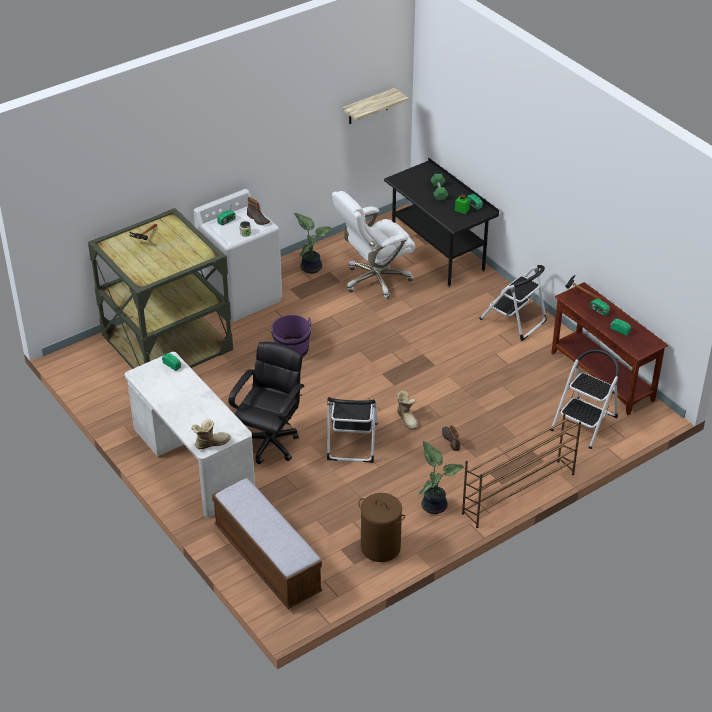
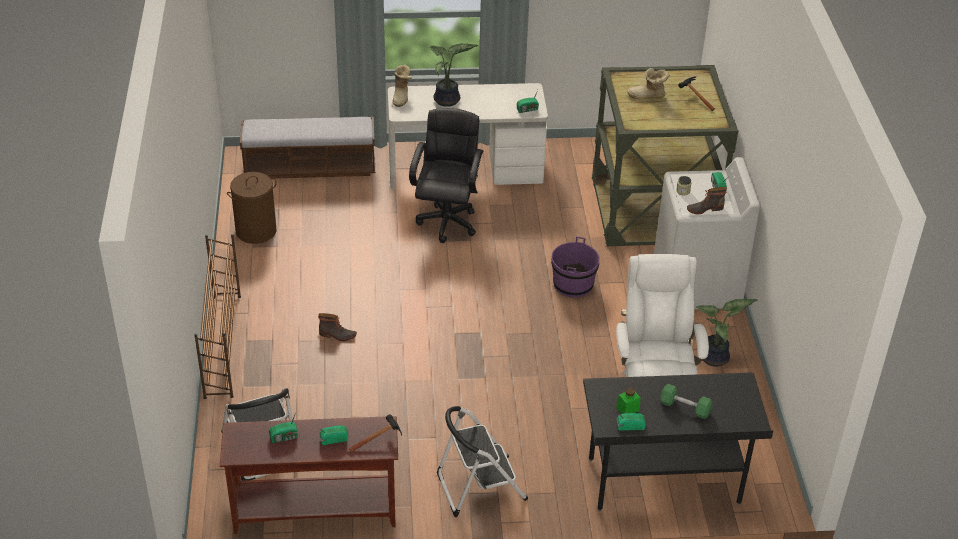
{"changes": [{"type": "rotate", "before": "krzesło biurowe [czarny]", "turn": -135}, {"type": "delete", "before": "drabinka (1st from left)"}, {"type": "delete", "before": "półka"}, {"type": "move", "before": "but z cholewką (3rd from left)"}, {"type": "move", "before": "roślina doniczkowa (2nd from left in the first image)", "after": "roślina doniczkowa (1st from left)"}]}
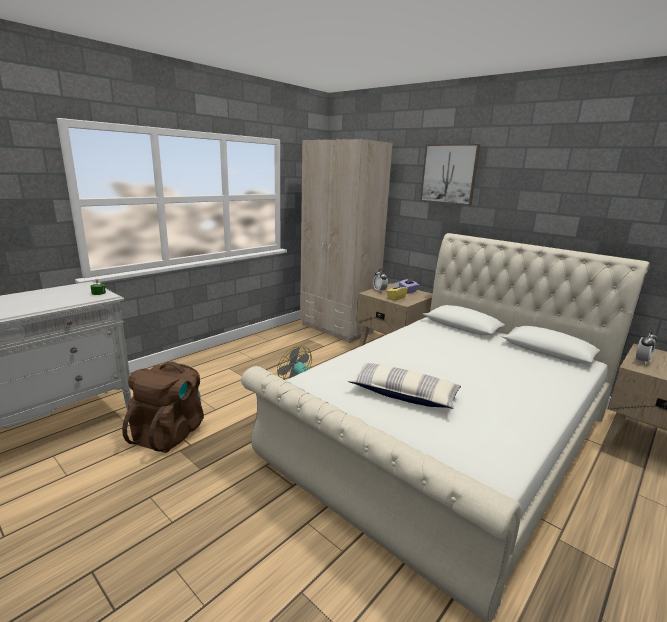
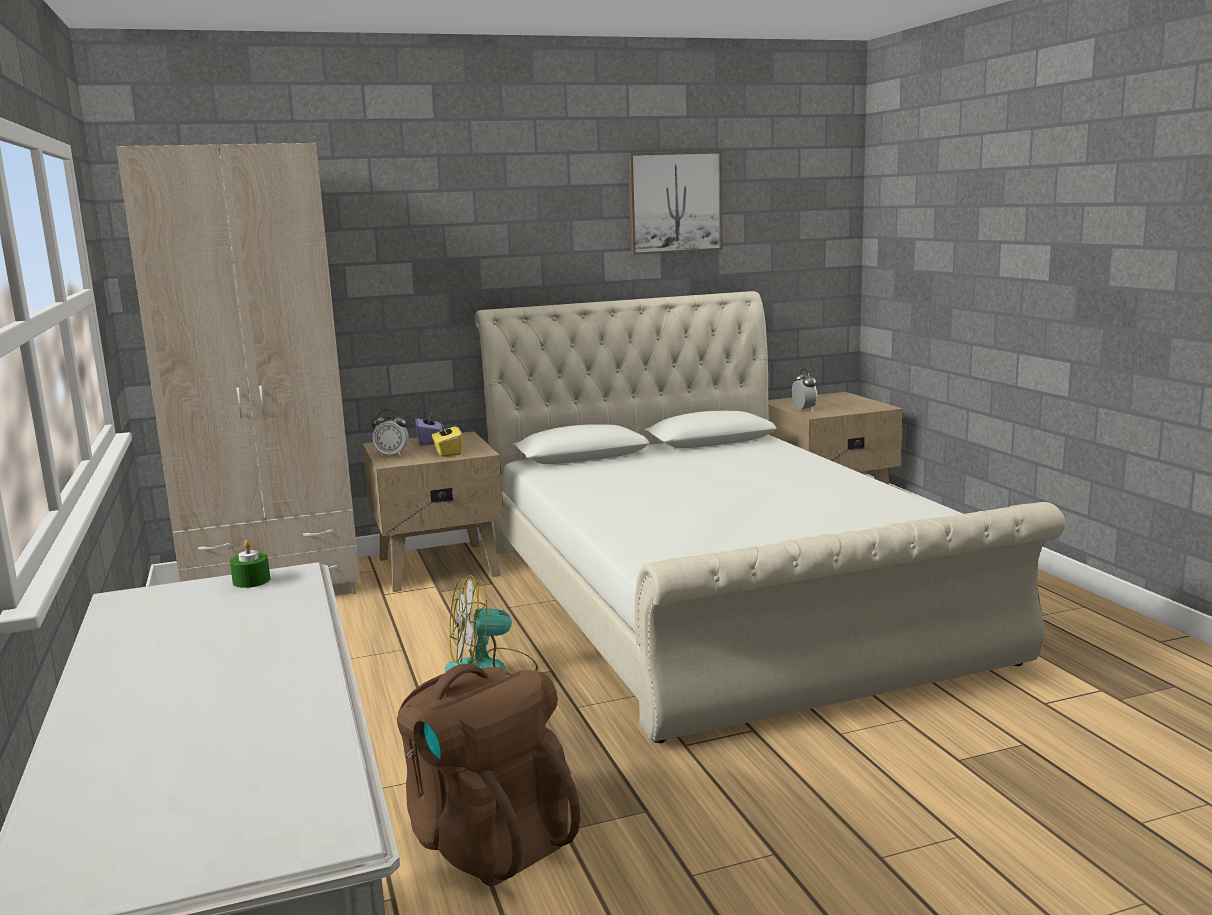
{"changes": [{"type": "delete", "before": "poduszka"}, {"type": "move", "before": "obraz"}]}
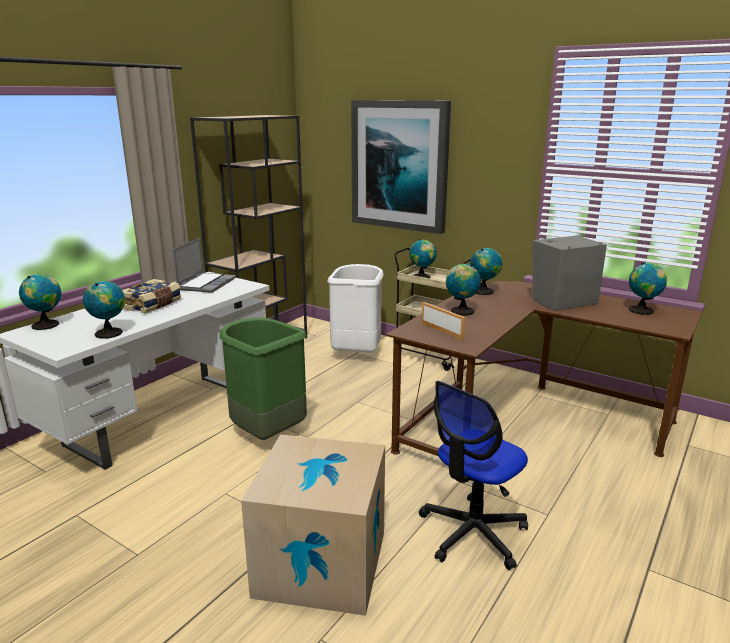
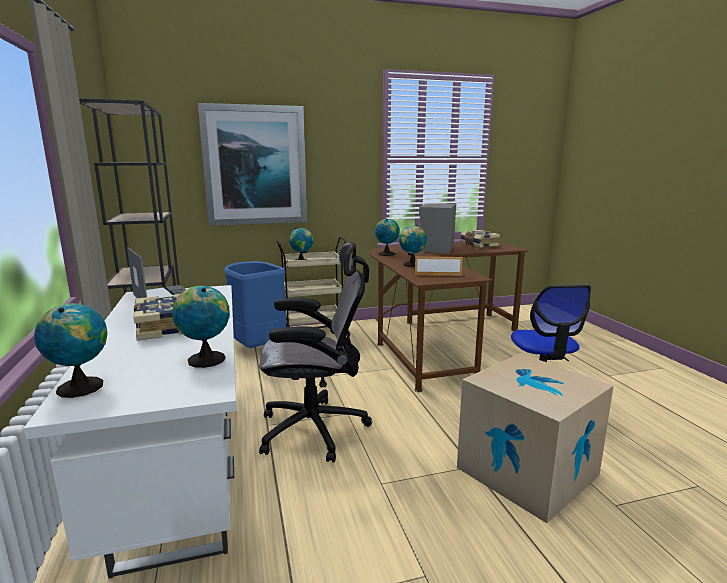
{"changes": [{"type": "replace", "before": "kosz na śmieci [zielony]", "after": "krzesło biurowe (1st from left)"}, {"type": "recolor", "before": "kosz na śmieci [biały]", "after": "kosz na śmieci [niebieski]"}, {"type": "replace", "before": "globus (6th from left)", "after": "książka (2nd from left)"}]}
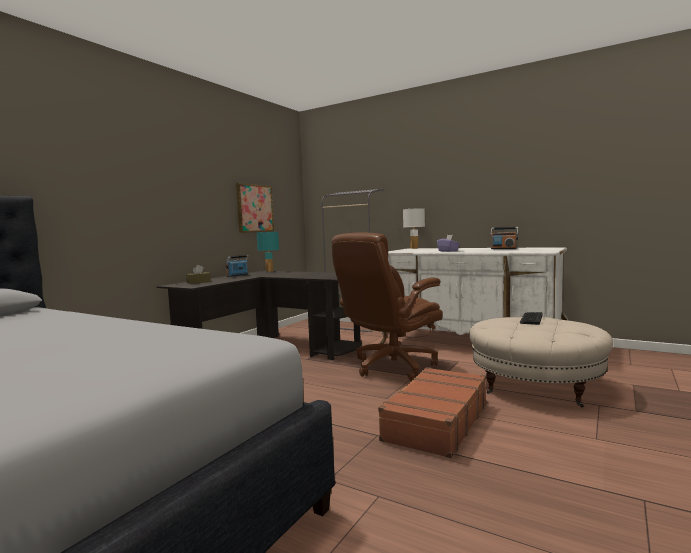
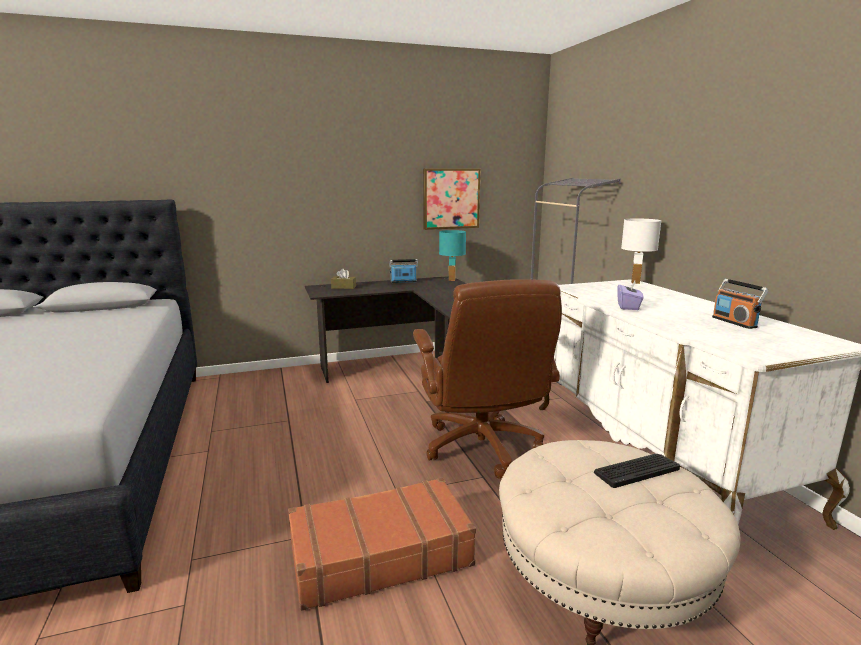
{"changes": [{"type": "rotate", "before": "krzesło biurowe [brązowy]", "turn": -105}]}
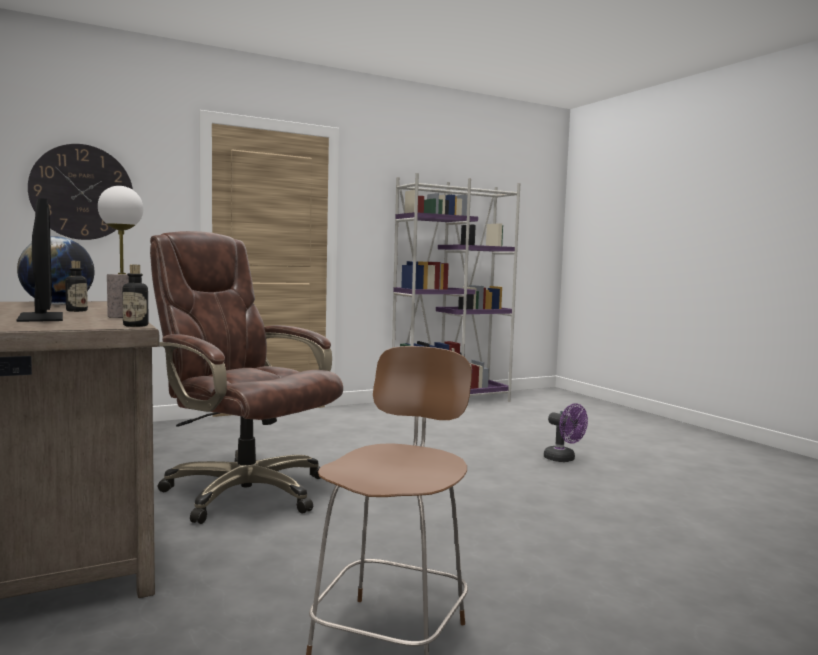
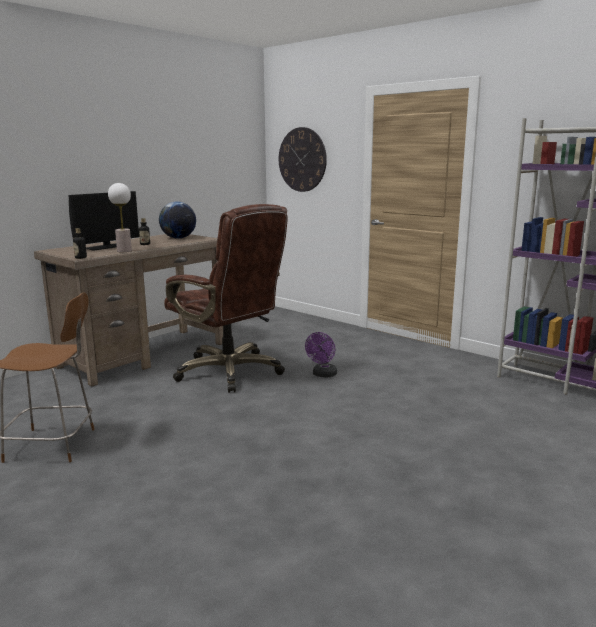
{"changes": [{"type": "rotate", "before": "krzesło biurowe [brązowy]", "turn": 120}, {"type": "move", "before": "wentylator [fioletowy]"}]}
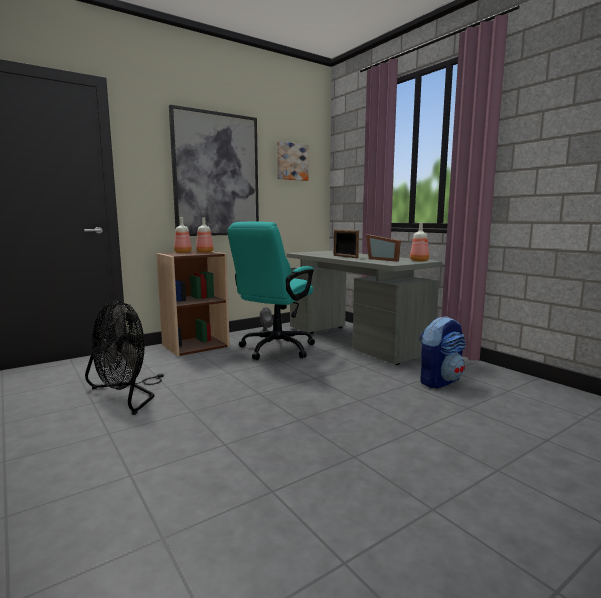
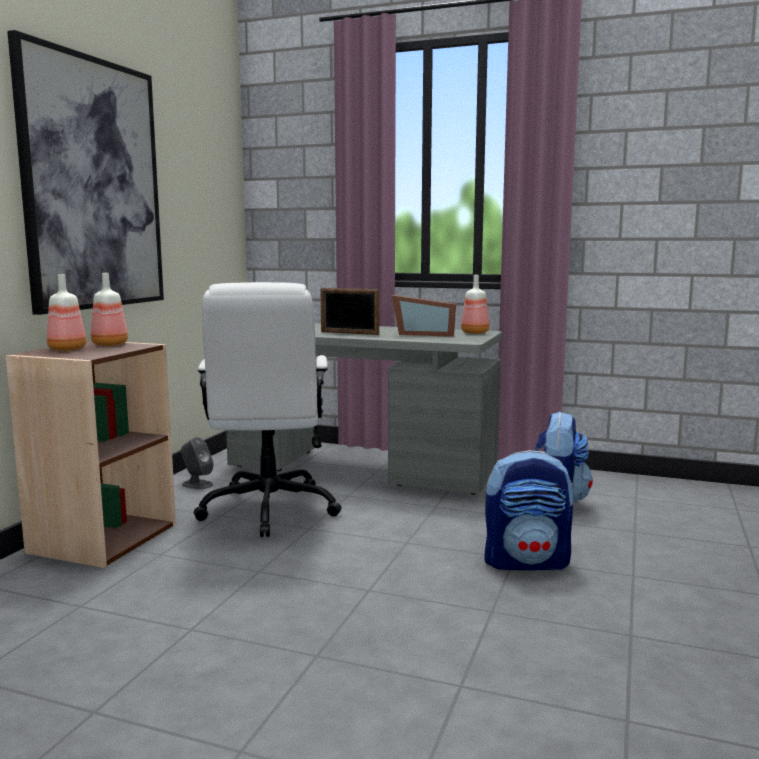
{"changes": [{"type": "delete", "before": "wentylator [czarny]"}, {"type": "recolor", "before": "krzesło biurowe [turkusowy]", "after": "krzesło biurowe [biały]"}, {"type": "delete", "before": "obraz (2nd from left)"}, {"type": "insert", "after": "plecak (1st from left)"}]}
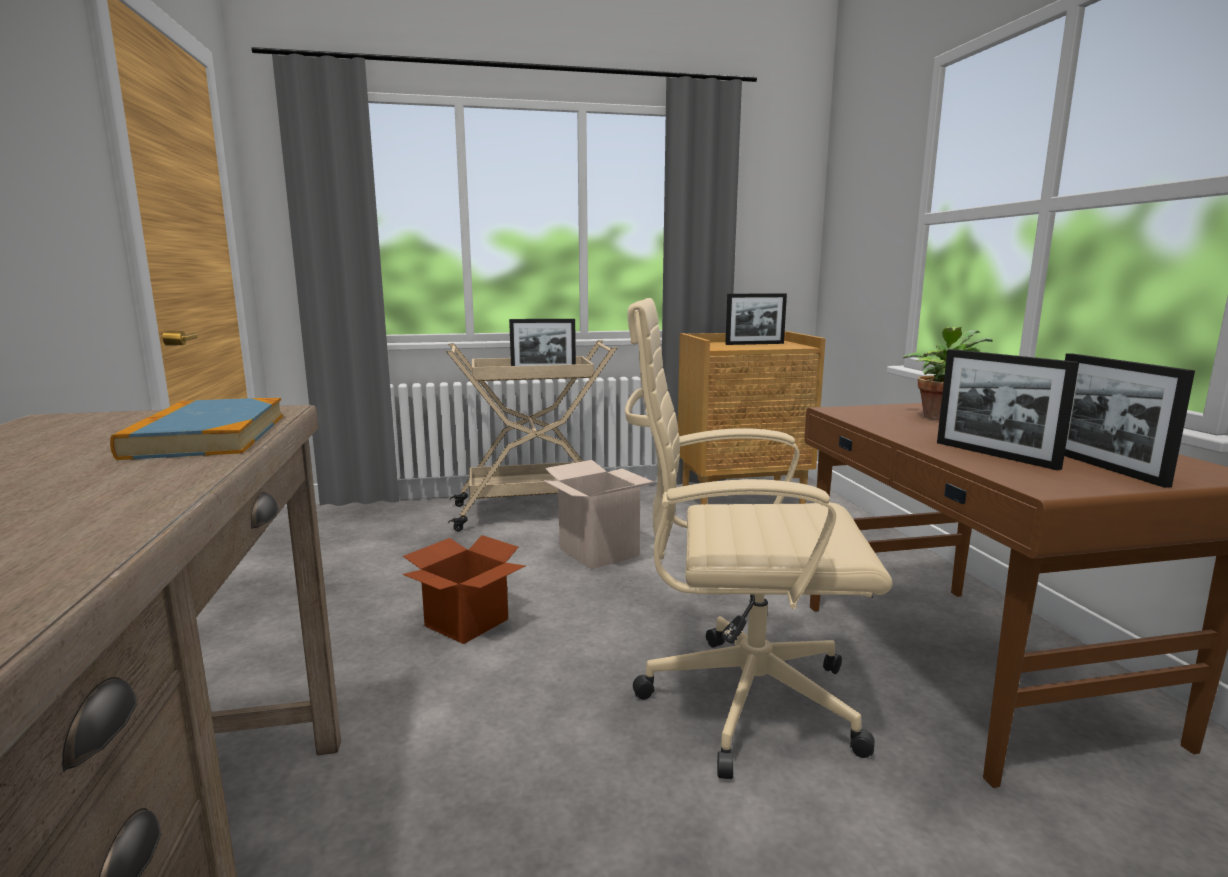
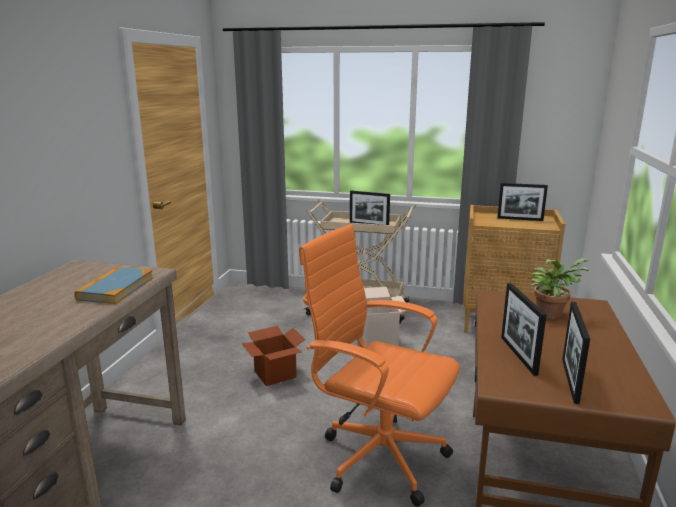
{"changes": [{"type": "recolor", "before": "krzesło biurowe [beżowy]", "after": "krzesło biurowe [pomarańczowy]"}]}
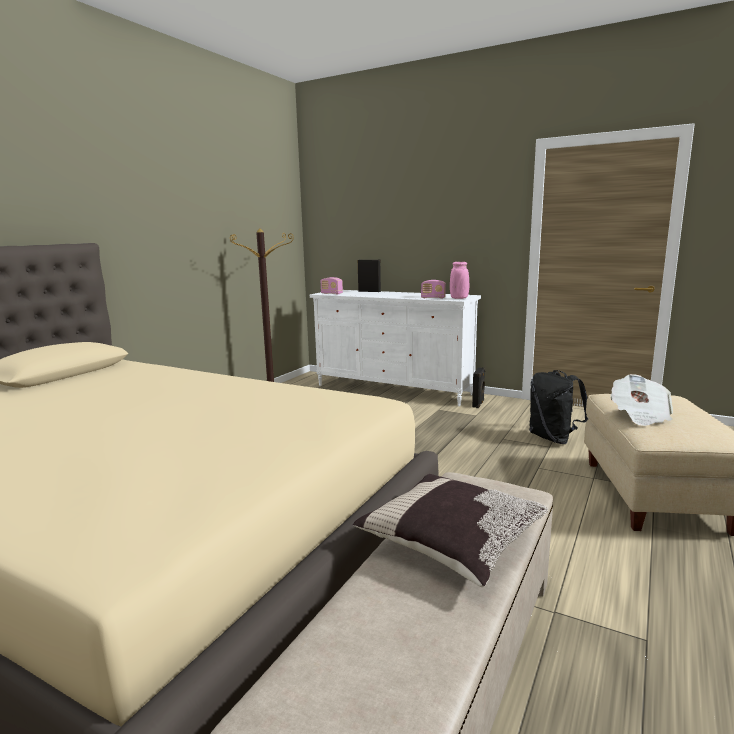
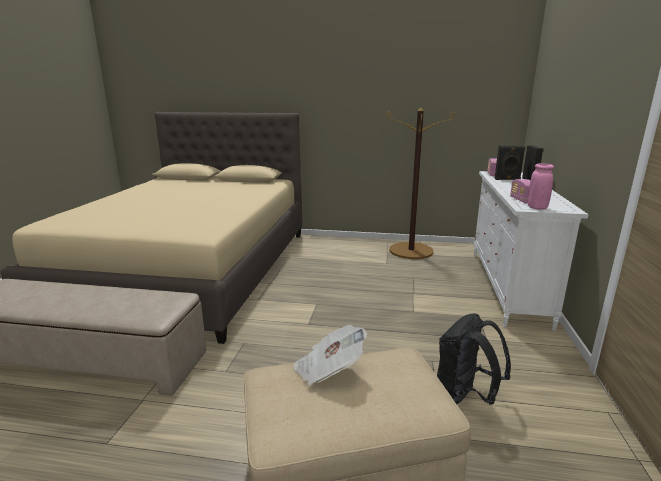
{"changes": [{"type": "delete", "before": "poduszka"}, {"type": "move", "before": "głośnik [czarny] (2nd from left in the first image)", "after": "głośnik [czarny] (1st from left)"}]}
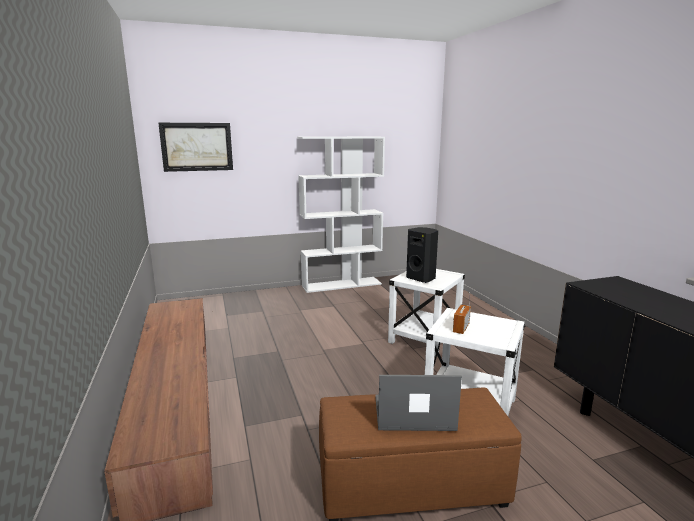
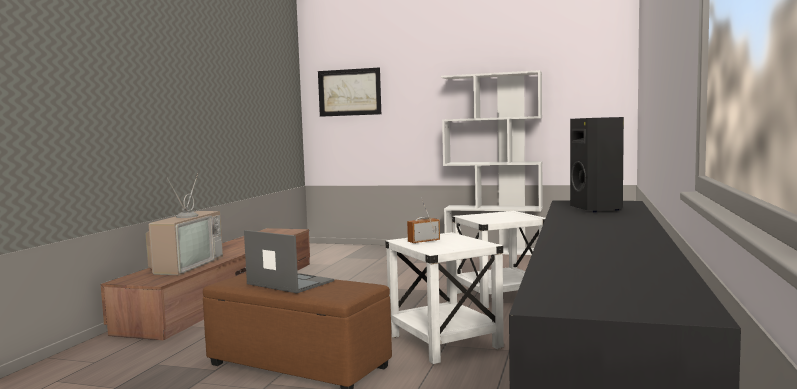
{"changes": [{"type": "move", "before": "głośnik [czarny]"}, {"type": "insert", "after": "telewizor"}]}
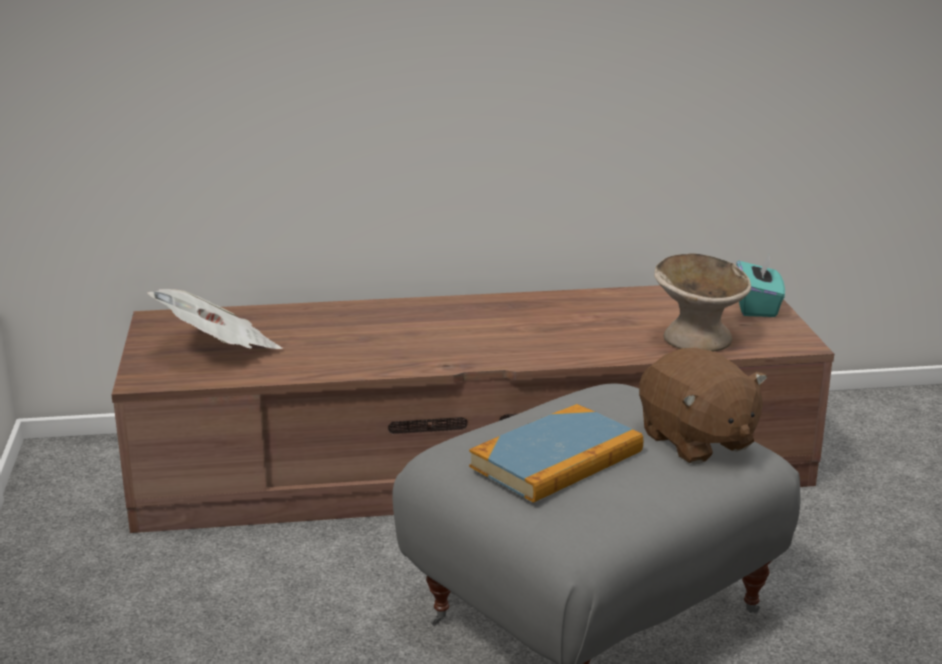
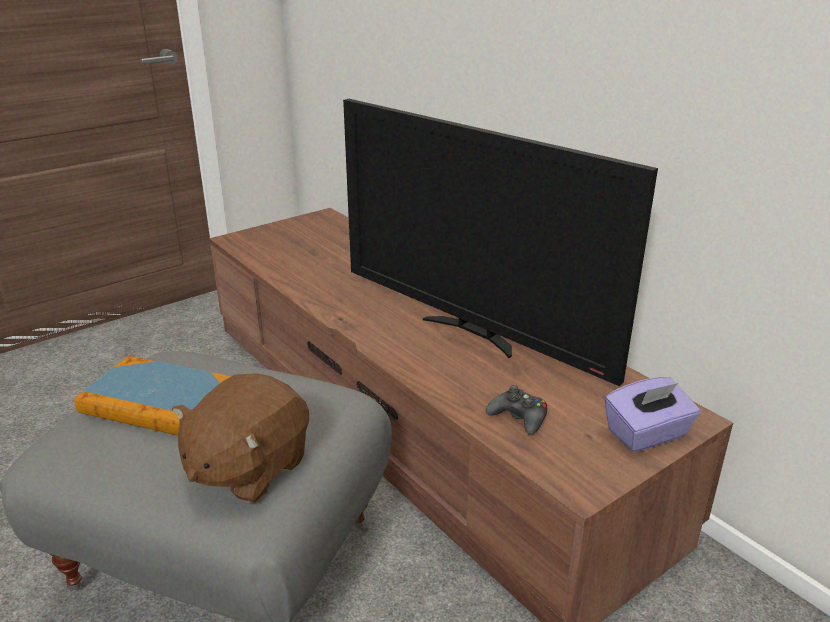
{"changes": [{"type": "delete", "before": "gazeta"}, {"type": "replace", "before": "miska [beżowy]", "after": "pad do gier [czarny]"}, {"type": "recolor", "before": "pudełko chusteczek [turkusowy]", "after": "pudełko chusteczek [fioletowy]"}, {"type": "insert", "after": "telewizor"}]}
